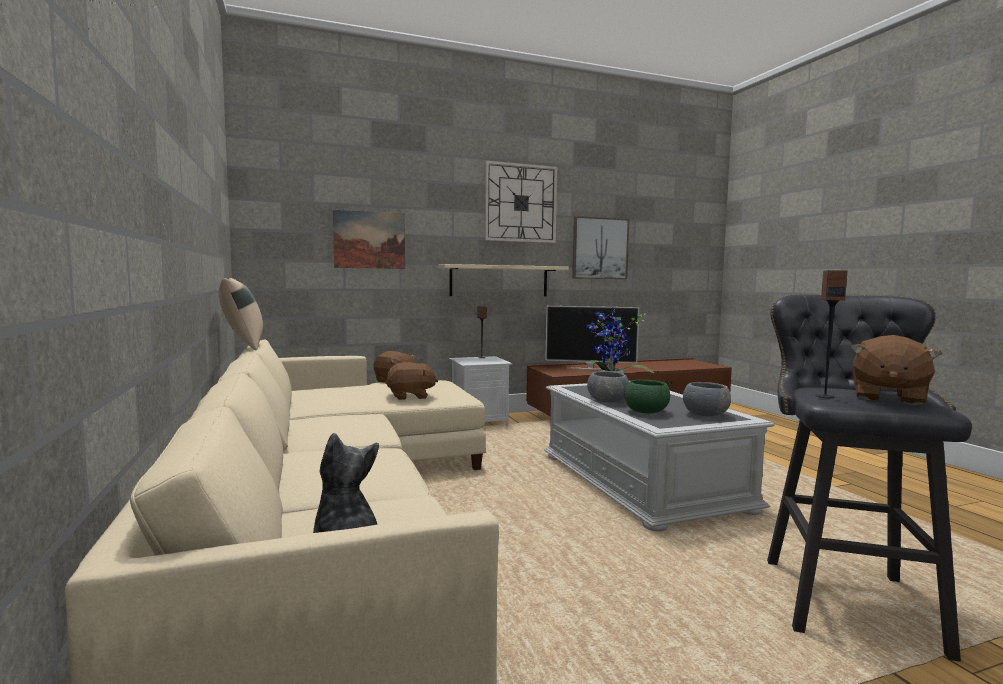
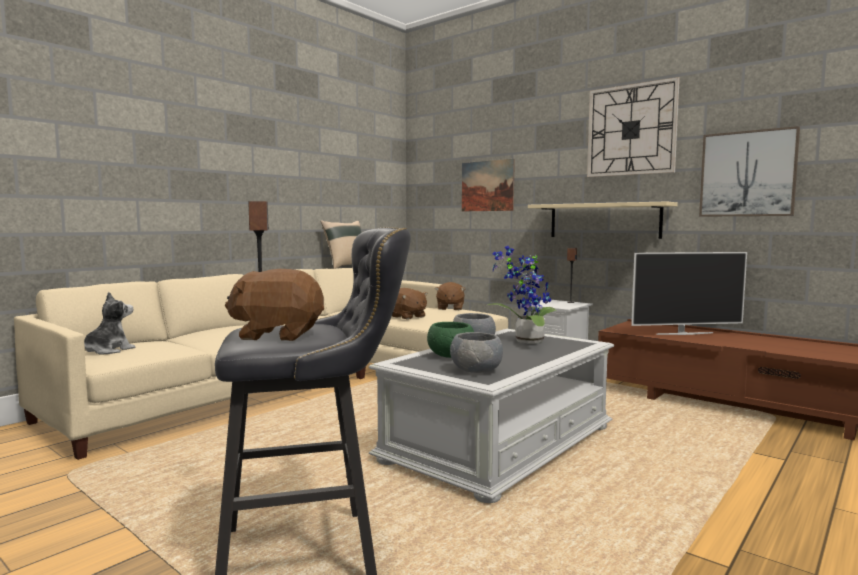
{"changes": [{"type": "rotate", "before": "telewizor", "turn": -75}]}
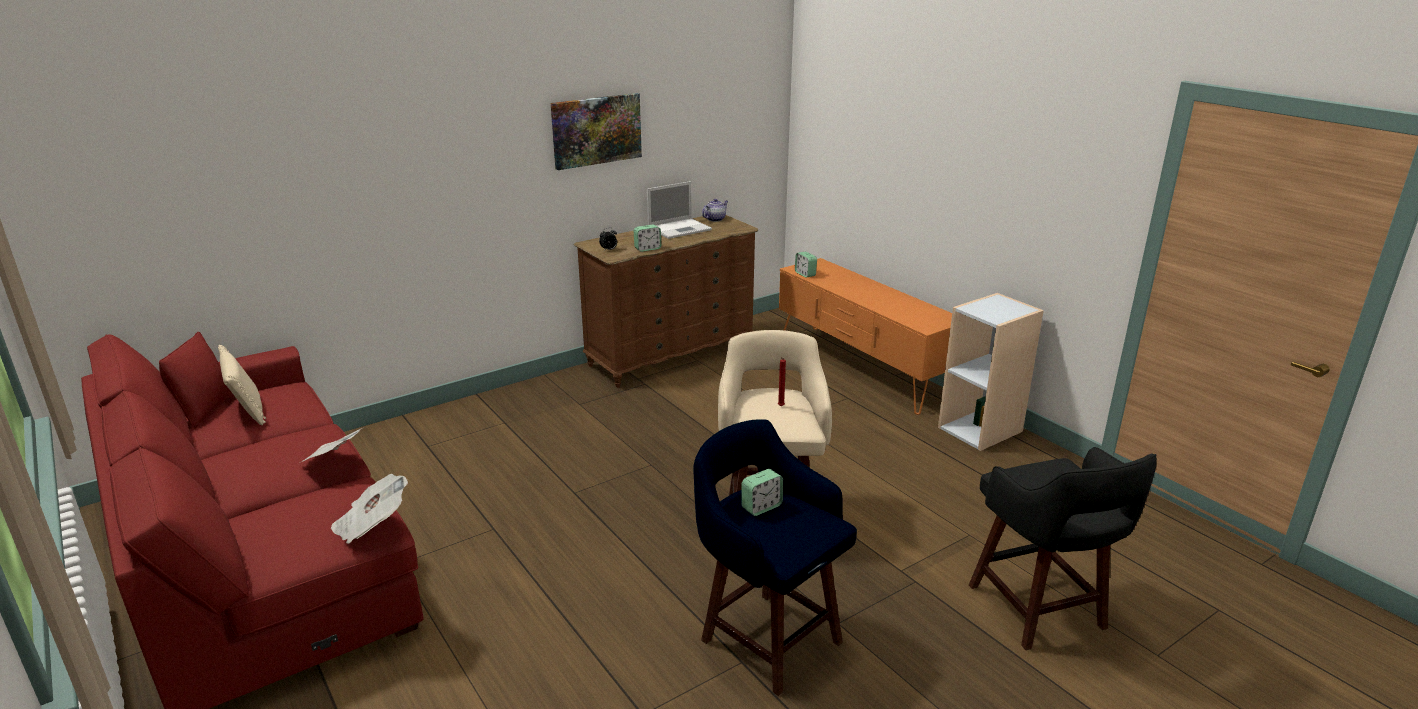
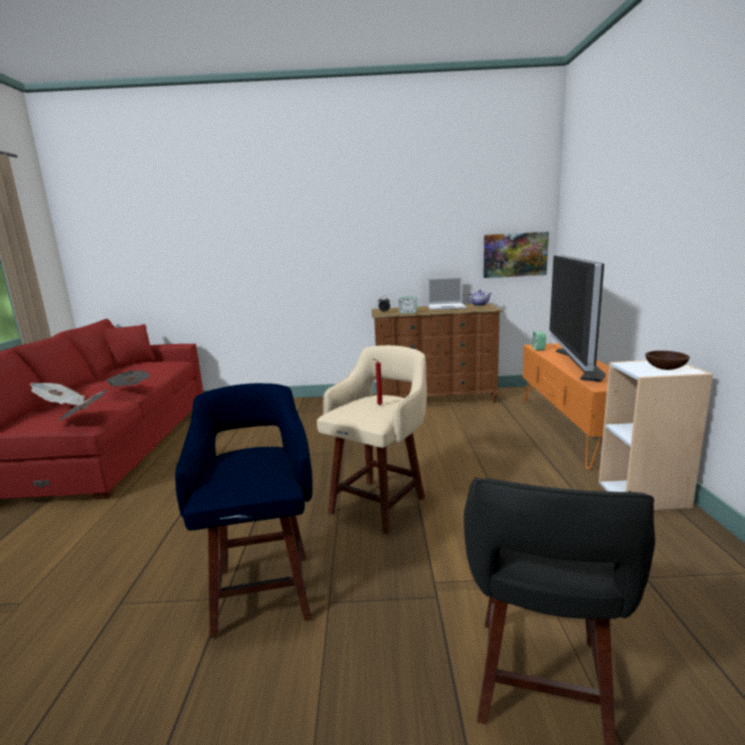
{"changes": [{"type": "delete", "before": "poduszka [beżowy]"}, {"type": "move", "before": "obraz"}, {"type": "delete", "before": "budzik (3rd from left)"}, {"type": "insert", "after": "gazeta (1st from left)"}, {"type": "insert", "after": "telewizor"}, {"type": "insert", "after": "miska [brązowy]"}]}
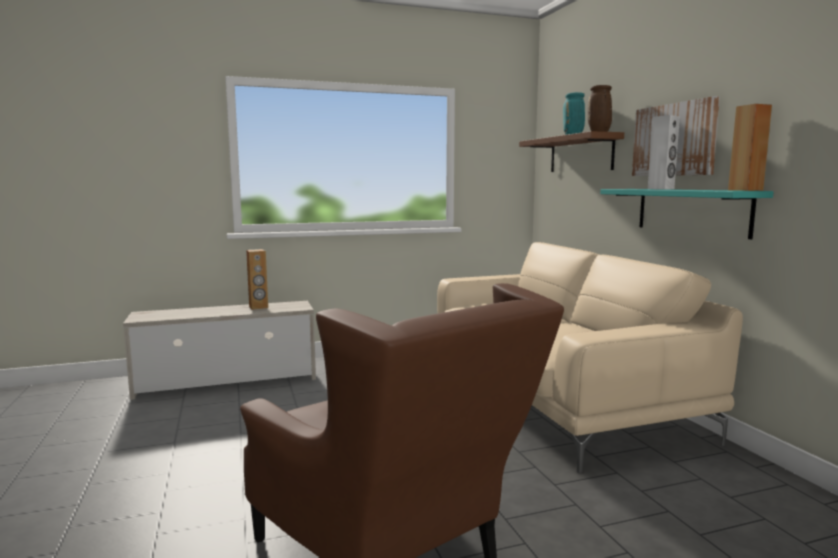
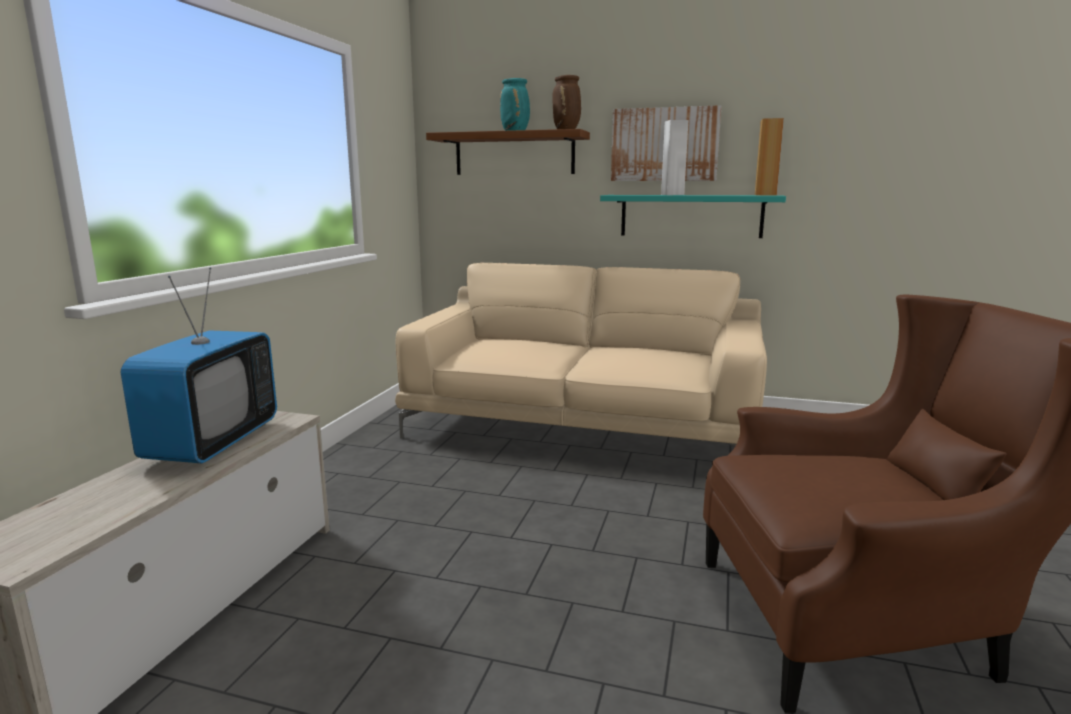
{"changes": [{"type": "replace", "before": "głośnik [brązowy] (1st from left)", "after": "telewizor"}]}
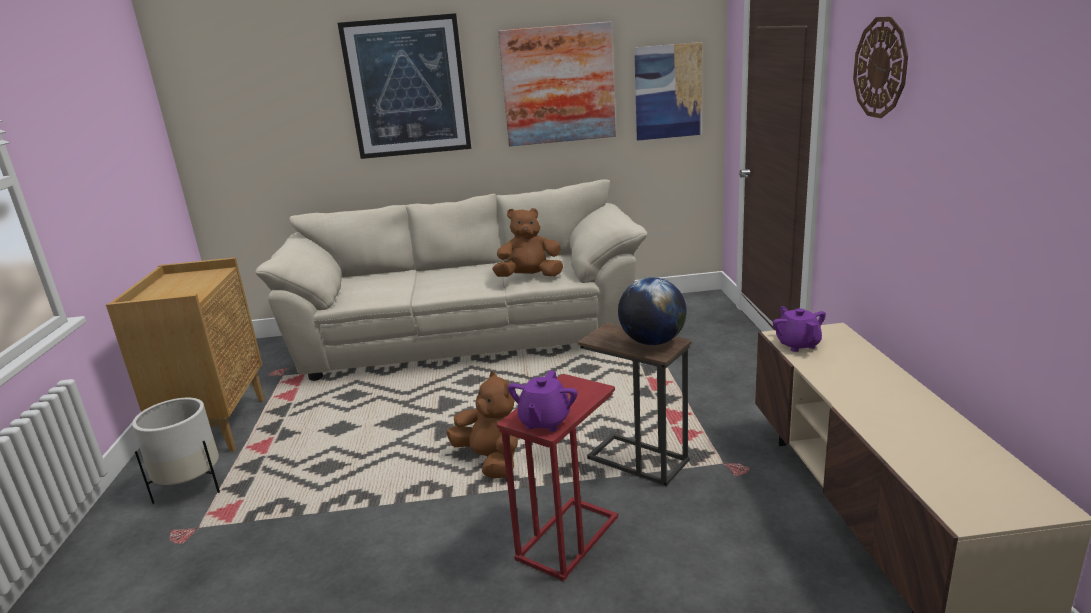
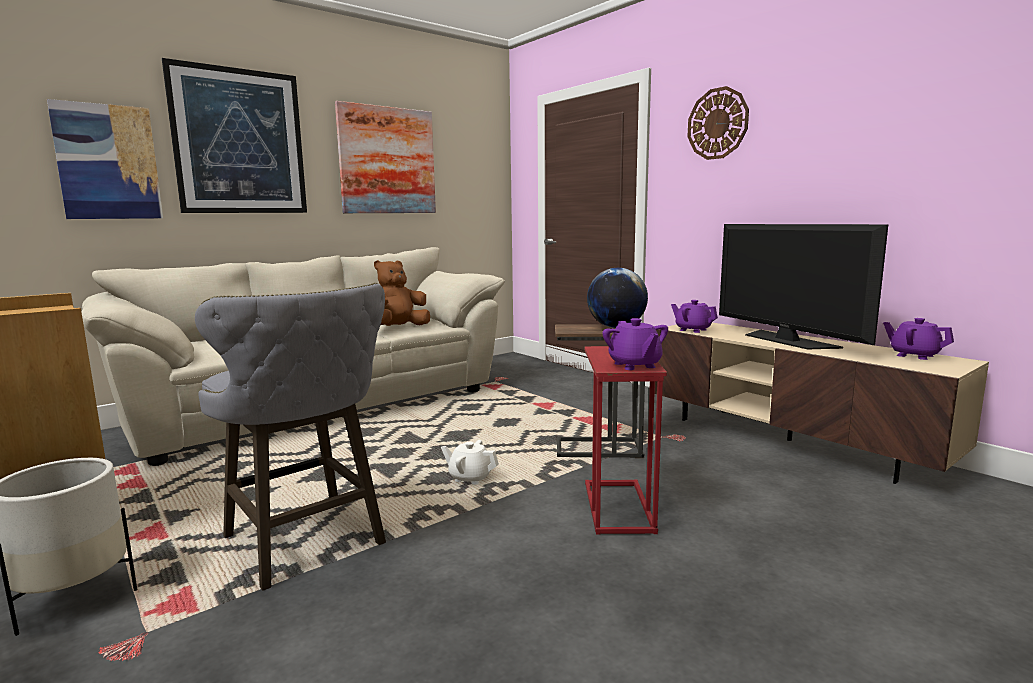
{"changes": [{"type": "replace", "before": "pluszak [brązowy] (1st from left)", "after": "imbryk [biały]"}, {"type": "move", "before": "obraz (3rd from left in the first image)", "after": "obraz (1st from left)"}, {"type": "insert", "after": "stołek [szary]"}, {"type": "insert", "after": "telewizor"}, {"type": "insert", "after": "imbryk [fioletowy] (3rd from left)"}]}
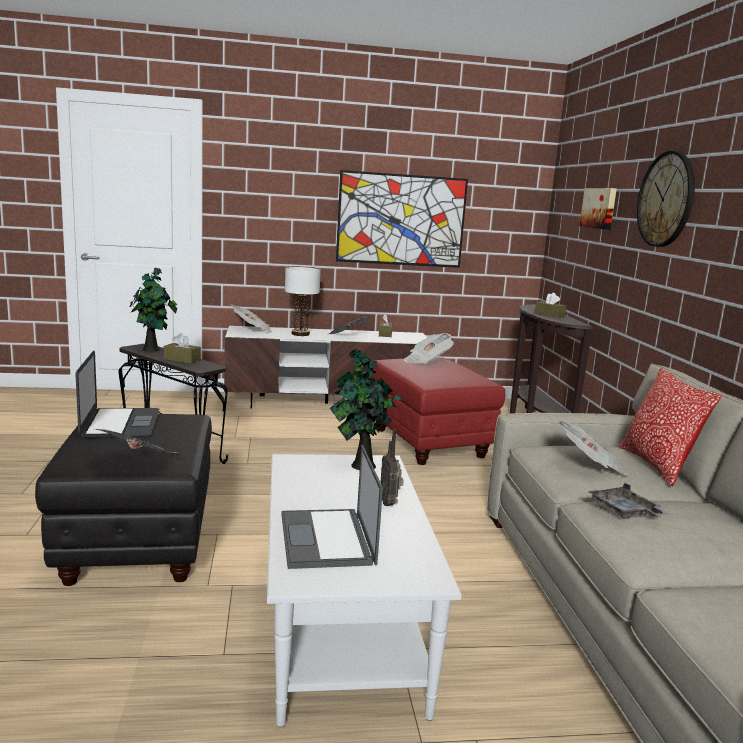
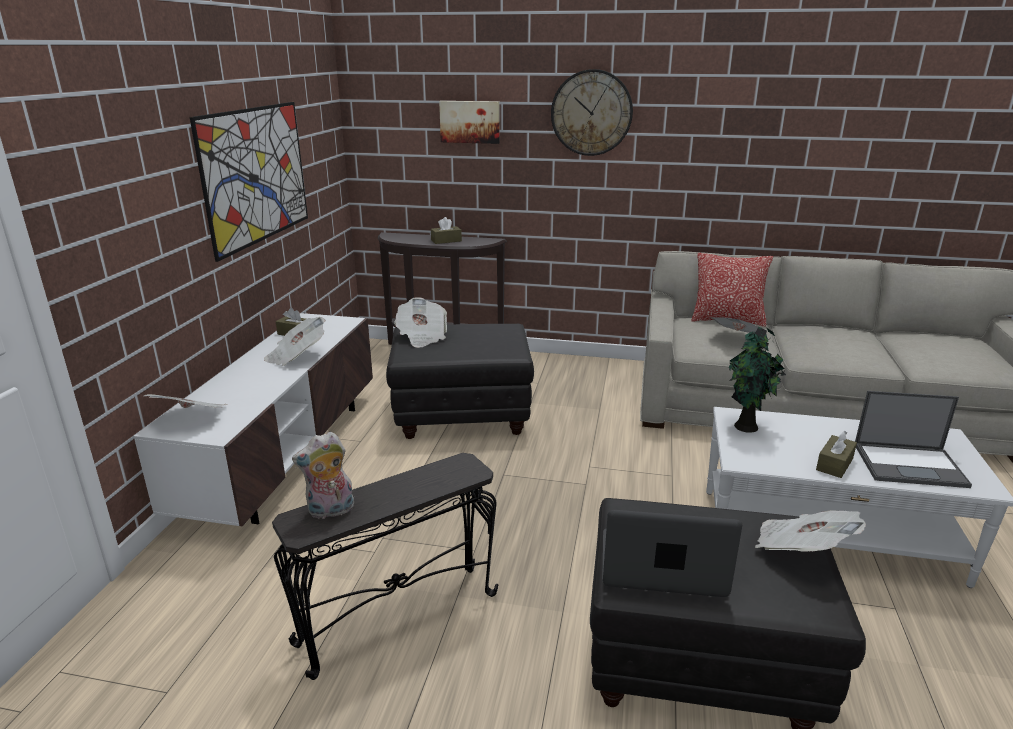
{"changes": [{"type": "replace", "before": "roślina doniczkowa (1st from left)", "after": "pluszak"}, {"type": "move", "before": "pudełko chusteczek [brązowy] (1st from left in the first image)", "after": "pudełko chusteczek [brązowy] (3rd from left)"}, {"type": "delete", "before": "lampa stołowa"}, {"type": "recolor", "before": "pufa [czerwony]", "after": "pufa [czarny] (1st from left)"}, {"type": "delete", "before": "radio"}, {"type": "delete", "before": "taca [szary]"}]}
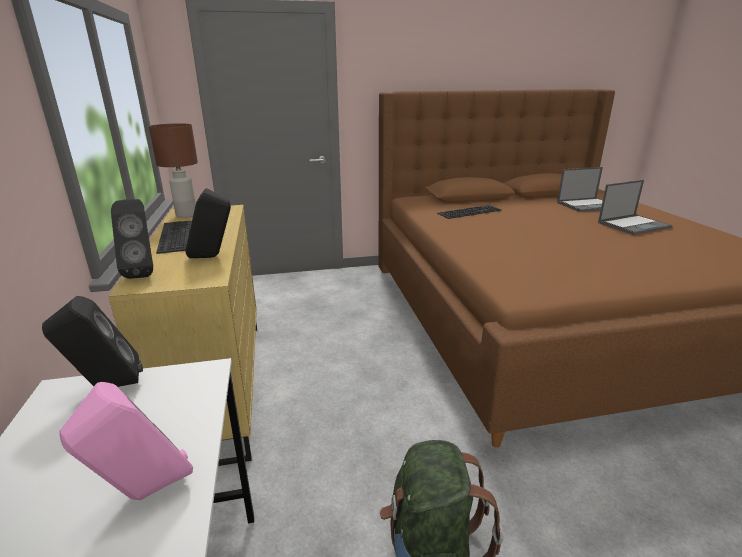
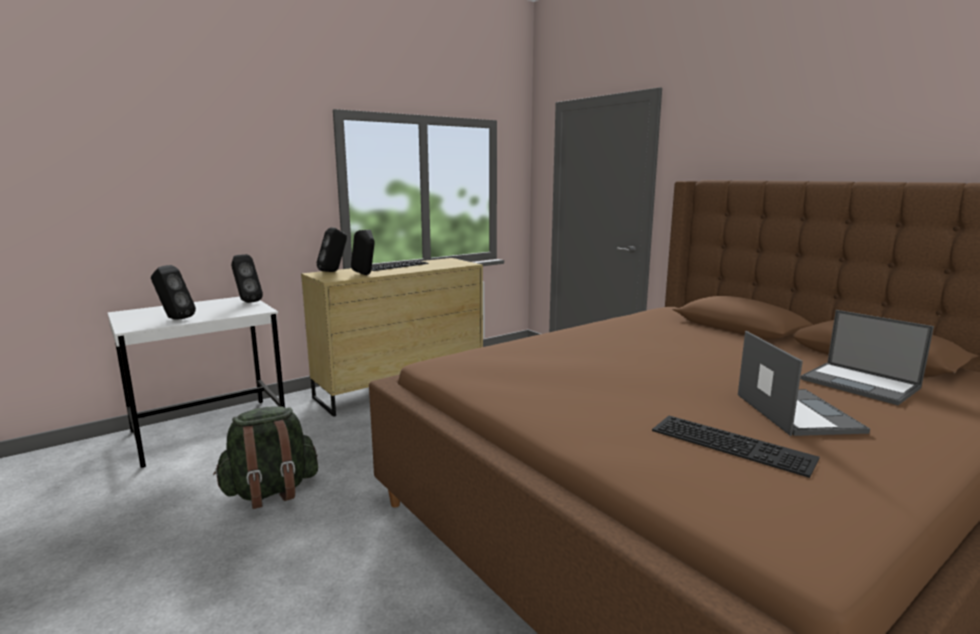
{"changes": [{"type": "recolor", "before": "głośnik [różowy]", "after": "głośnik [czarny] (1st from left)"}, {"type": "delete", "before": "lampa stołowa [brązowy]"}, {"type": "move", "before": "klawiatura (2nd from left)"}, {"type": "rotate", "before": "laptop (2nd from left in the first image)", "turn": -135}]}
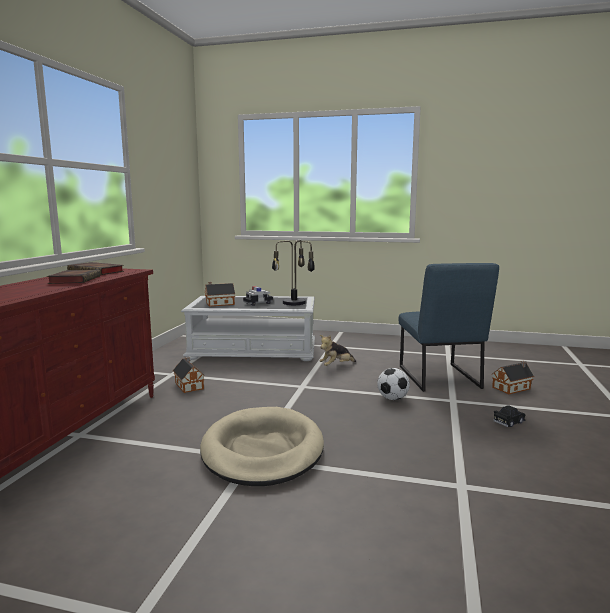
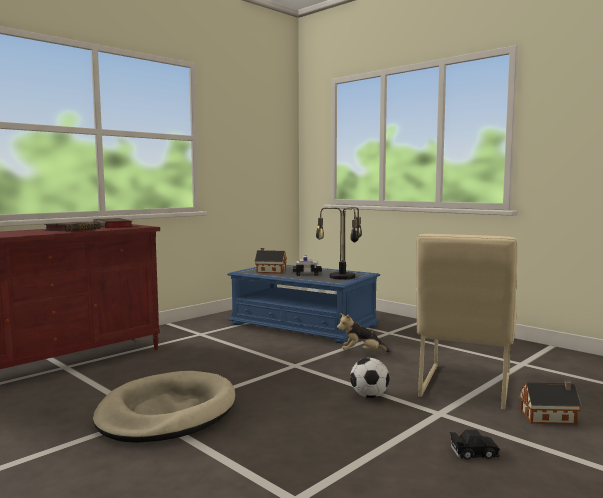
{"changes": [{"type": "delete", "before": "domek (1st from left)"}, {"type": "recolor", "before": "ława [biały]", "after": "ława [niebieski]"}, {"type": "recolor", "before": "krzesło [niebieski]", "after": "krzesło [beżowy]"}]}
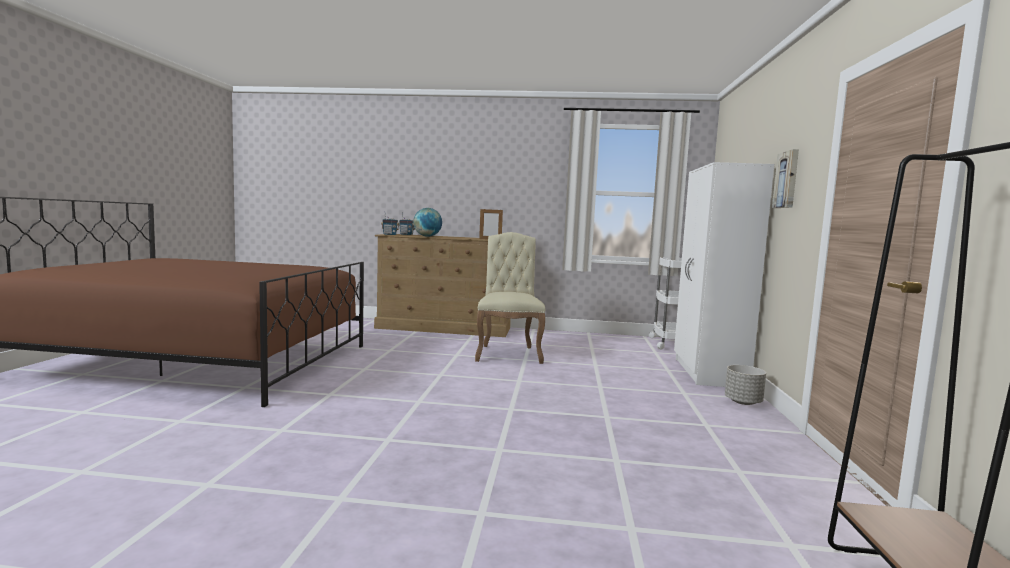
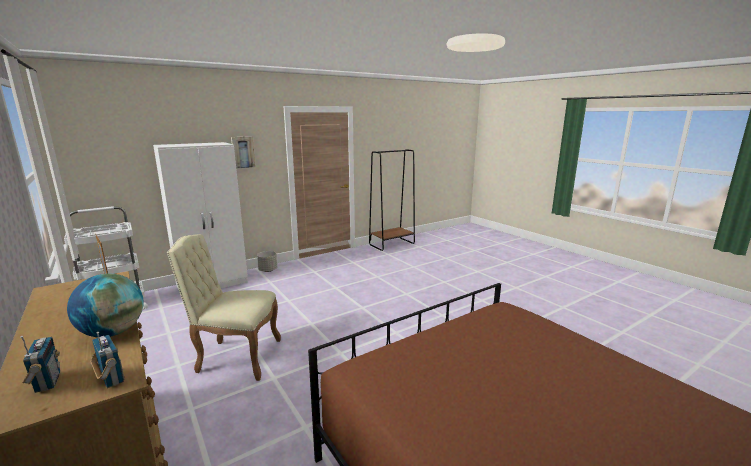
{"changes": [{"type": "rotate", "before": "krzesło [beżowy]", "turn": 45}]}
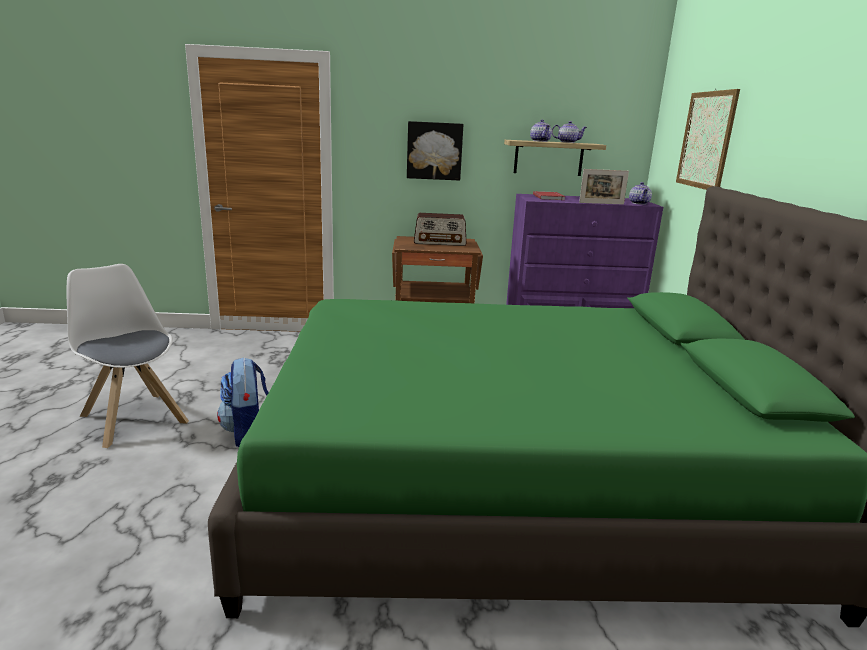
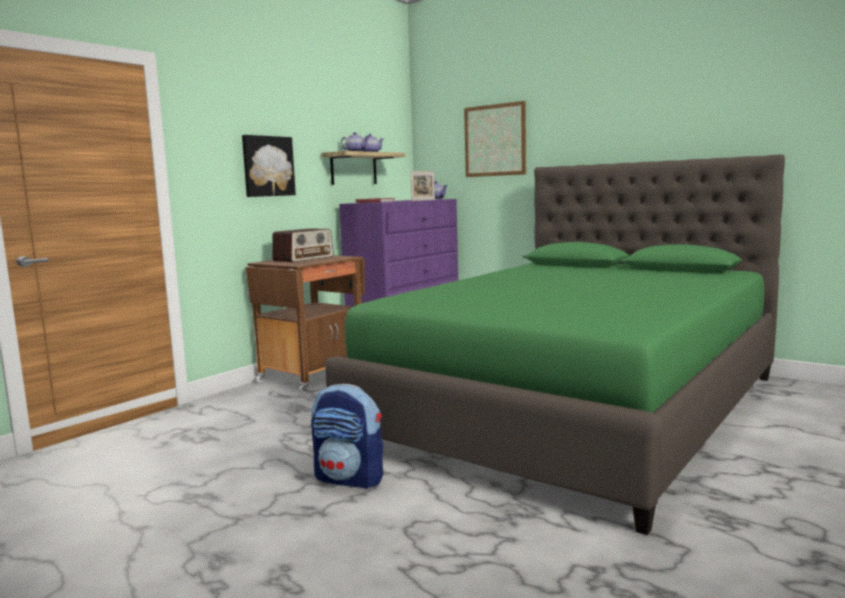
{"changes": [{"type": "delete", "before": "krzesło"}]}
